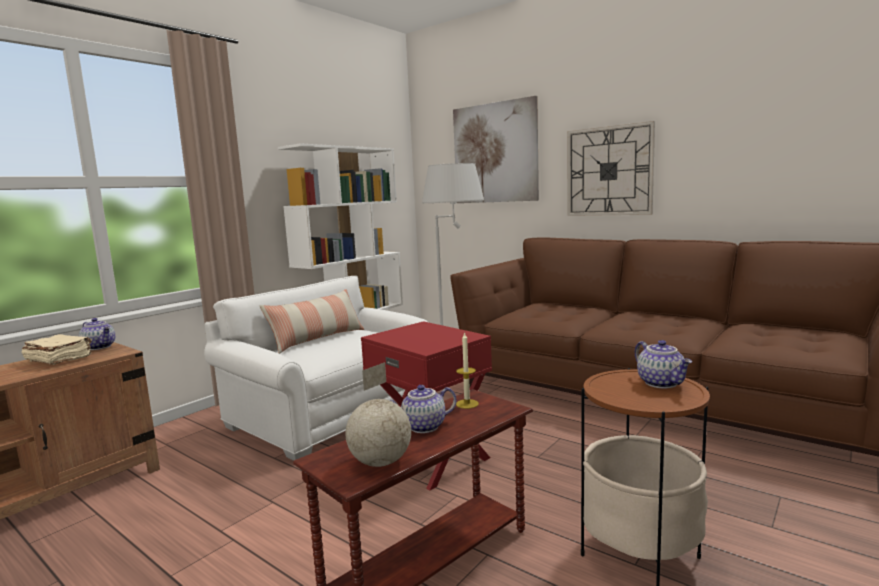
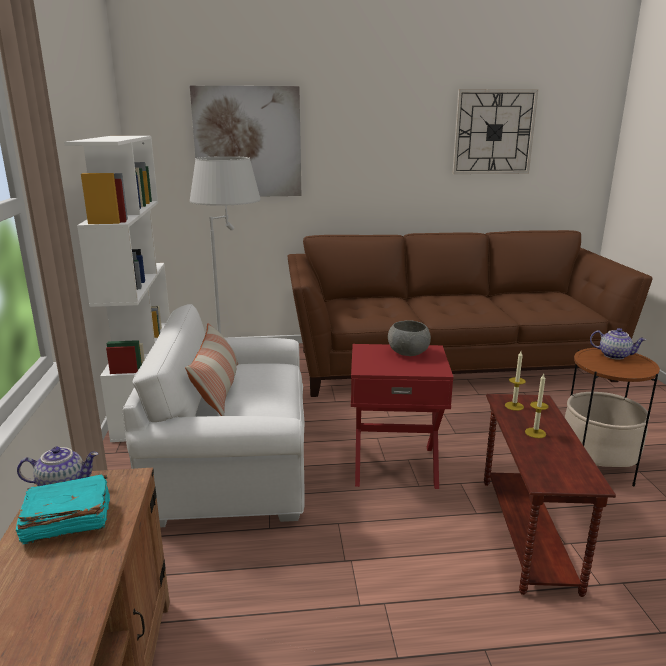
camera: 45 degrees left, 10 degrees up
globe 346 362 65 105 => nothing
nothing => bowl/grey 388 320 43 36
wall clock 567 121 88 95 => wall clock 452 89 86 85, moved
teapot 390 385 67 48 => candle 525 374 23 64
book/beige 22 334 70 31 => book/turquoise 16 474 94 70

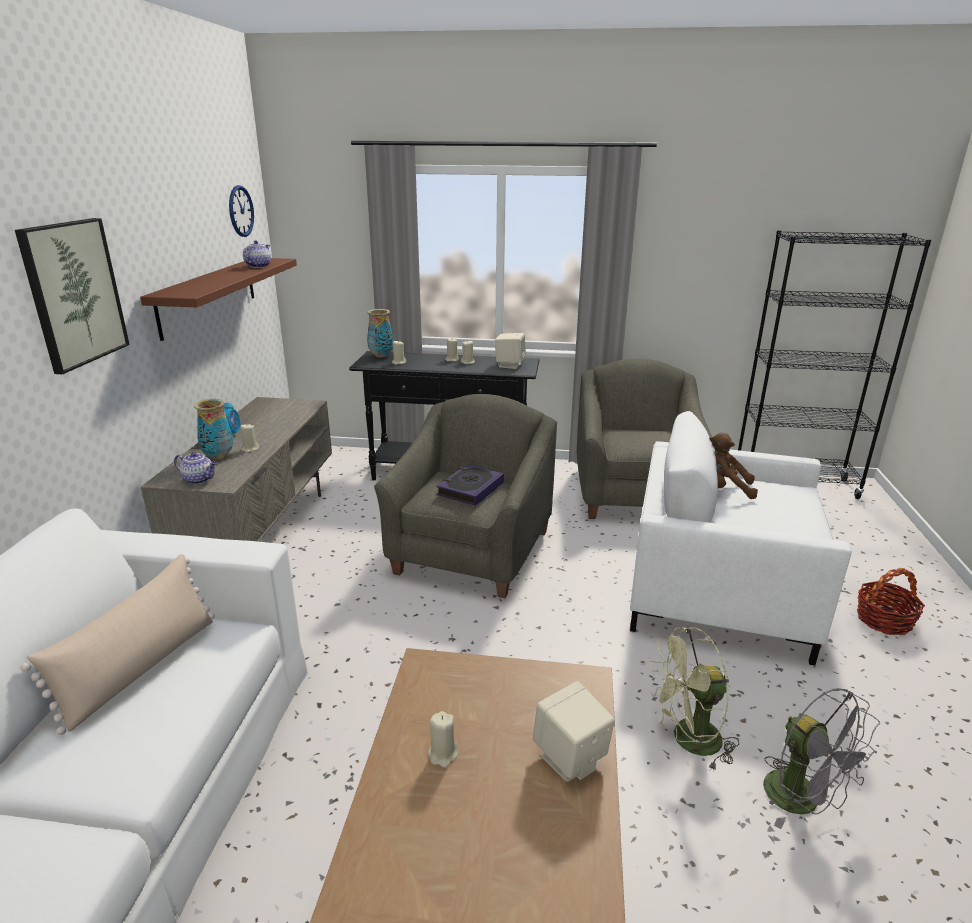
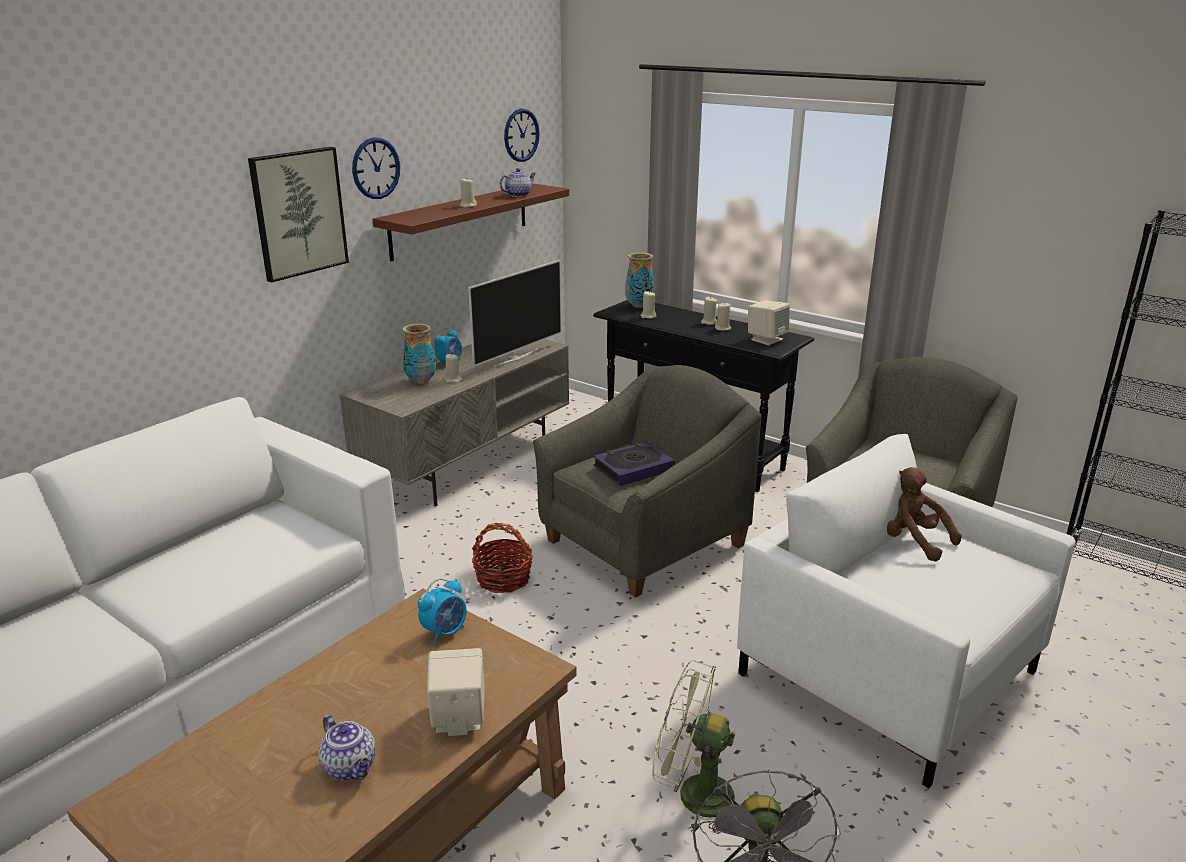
camera: 30 degrees right, 0 degrees up
pillow/beige 21 554 194 181 => nothing
nothing => wall clock 352 137 48 62
nothing => alarm clock 417 579 50 65
nothing => television 468 260 94 108
teapot 174 452 43 32 => teapot 318 715 58 65, moved
candle/beige 428 711 31 57 => candle/beige 460 177 17 31, moved
basket 857 568 68 67 => basket 472 523 61 70, moved

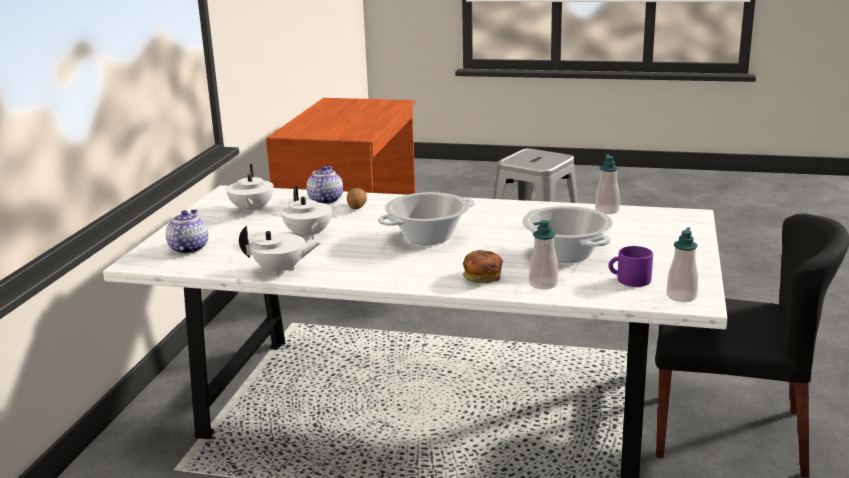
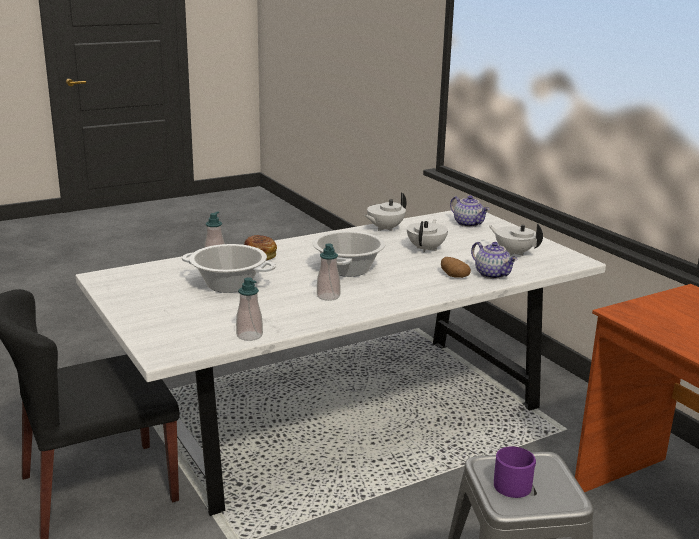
camera: 135 degrees right, 0 degrees up
mug/purple 609 246 44 41 => mug/purple 494 447 42 51, moved
soap dispenser 667 227 31 75 => soap dispenser 317 244 23 57, moved
teapot/white 281 186 51 53 => teapot/white 407 219 41 33, 90 degrees clockwise

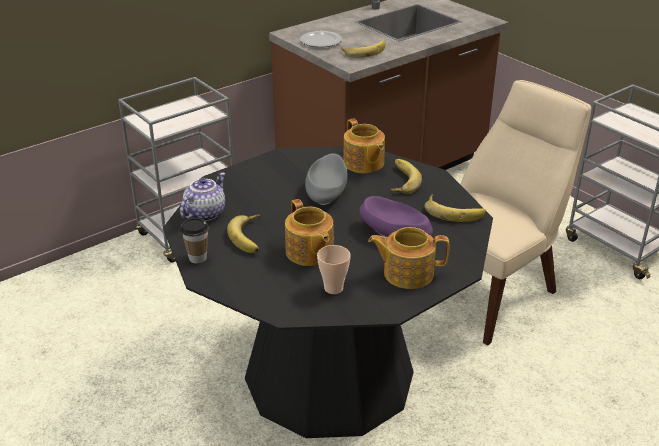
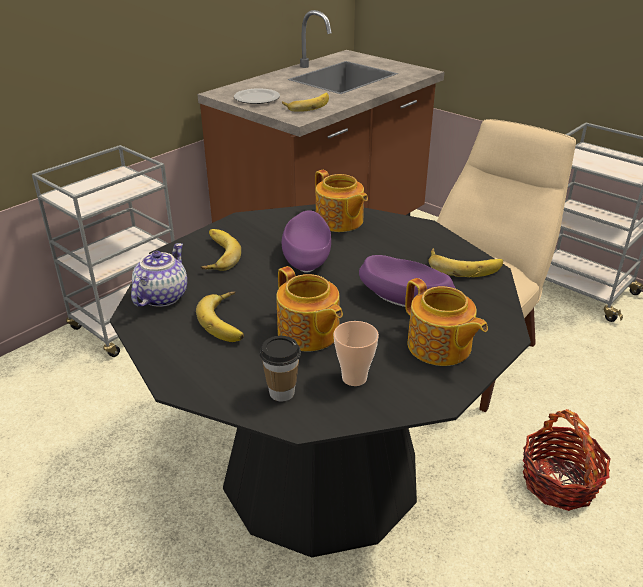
camera: 10 degrees left, 0 degrees up
nothing => basket 523 409 88 102
cup 180 217 29 47 => cup 260 336 41 66, moved
banana 390 159 32 35 => banana 201 229 40 42, moved
bowl/grey 305 153 43 52 => bowl/purple 282 210 49 63
teapot 368 227 82 62 => teapot 405 278 83 88, 120 degrees counterclockwise

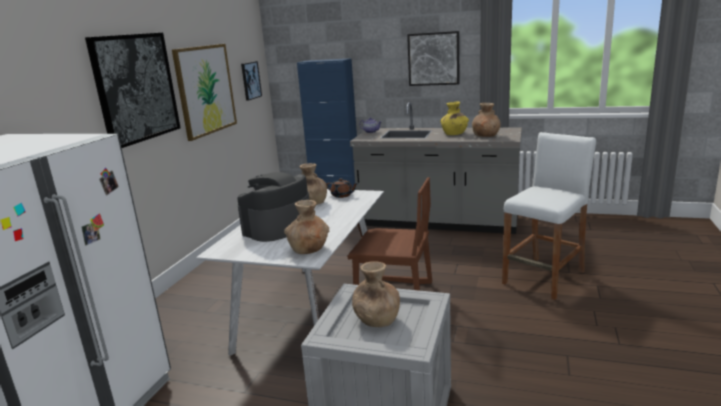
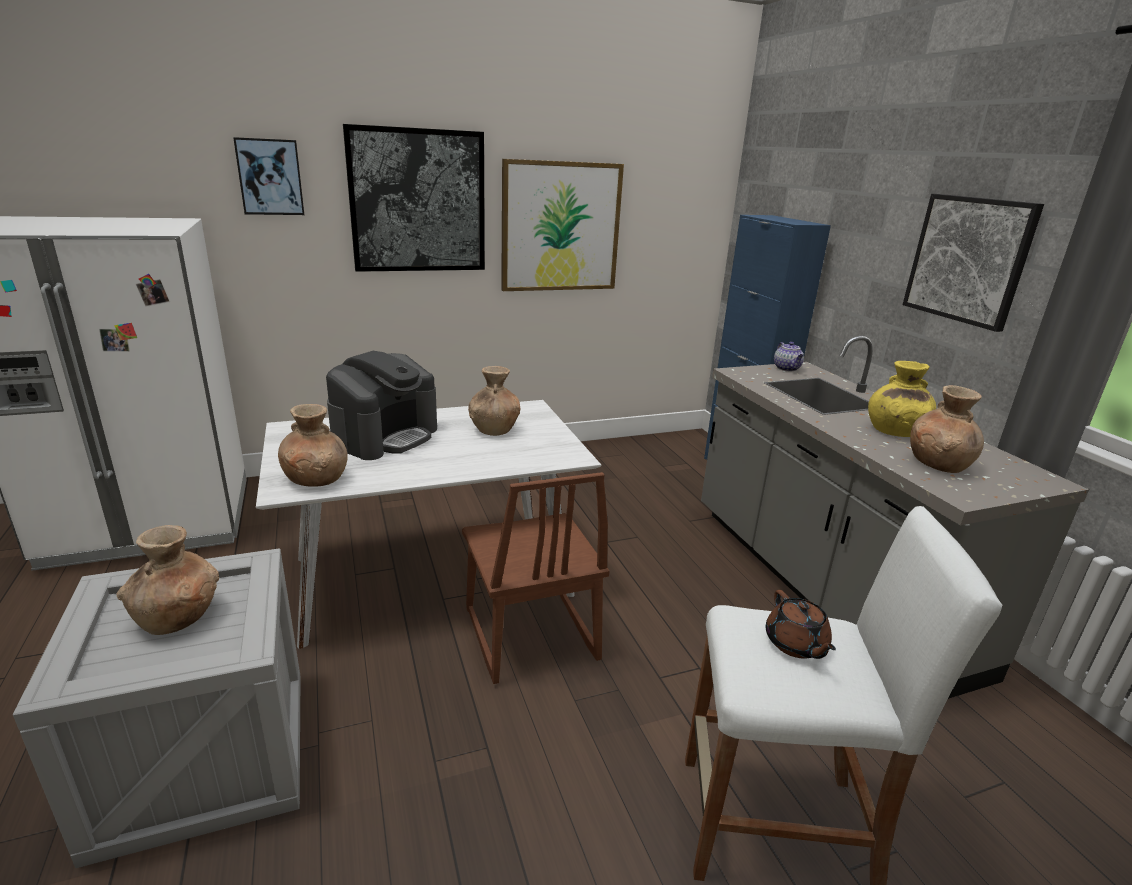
camera: 50 degrees right, 5 degrees up
picture 241 61 21 40 => picture 233 137 71 78, moved
teapot/brown 326 178 33 20 => teapot/brown 766 590 70 69, moved
coffee machine 237 172 72 70 => coffee machine 326 351 111 109, 120 degrees clockwise

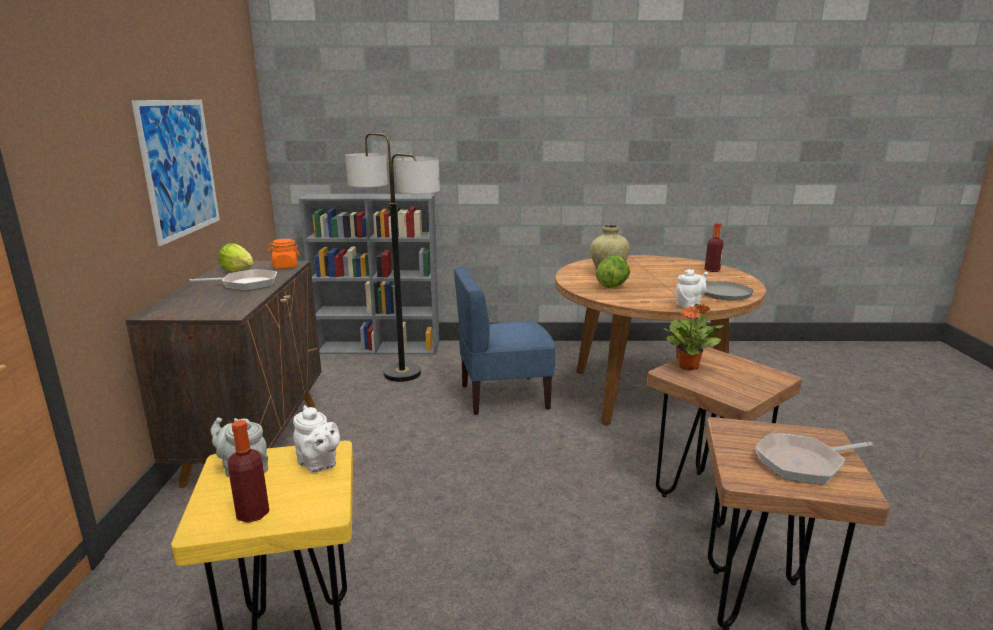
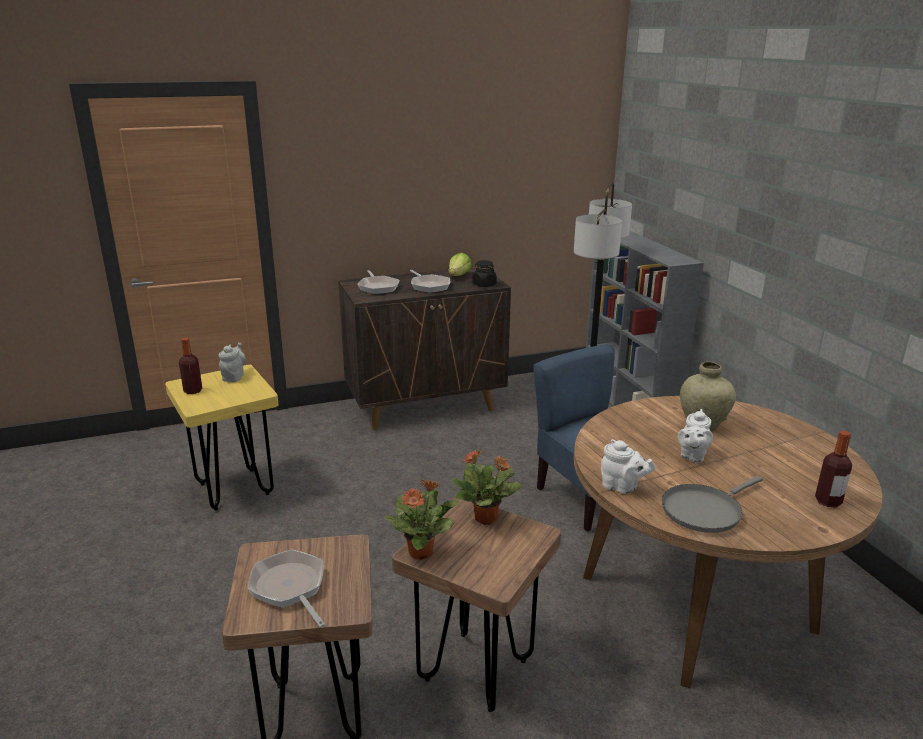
camera: 70 degrees right, 5 degrees up
picture 131 100 89 146 => nothing
lettuce 596 256 34 32 => nothing
nothing => frying pan 357 270 43 24
nothing => potted plant 384 479 74 81
teapot/white 293 405 47 67 => teapot/white 678 409 35 54, moved
jar/orange 267 239 33 30 => jar/black 472 260 25 27

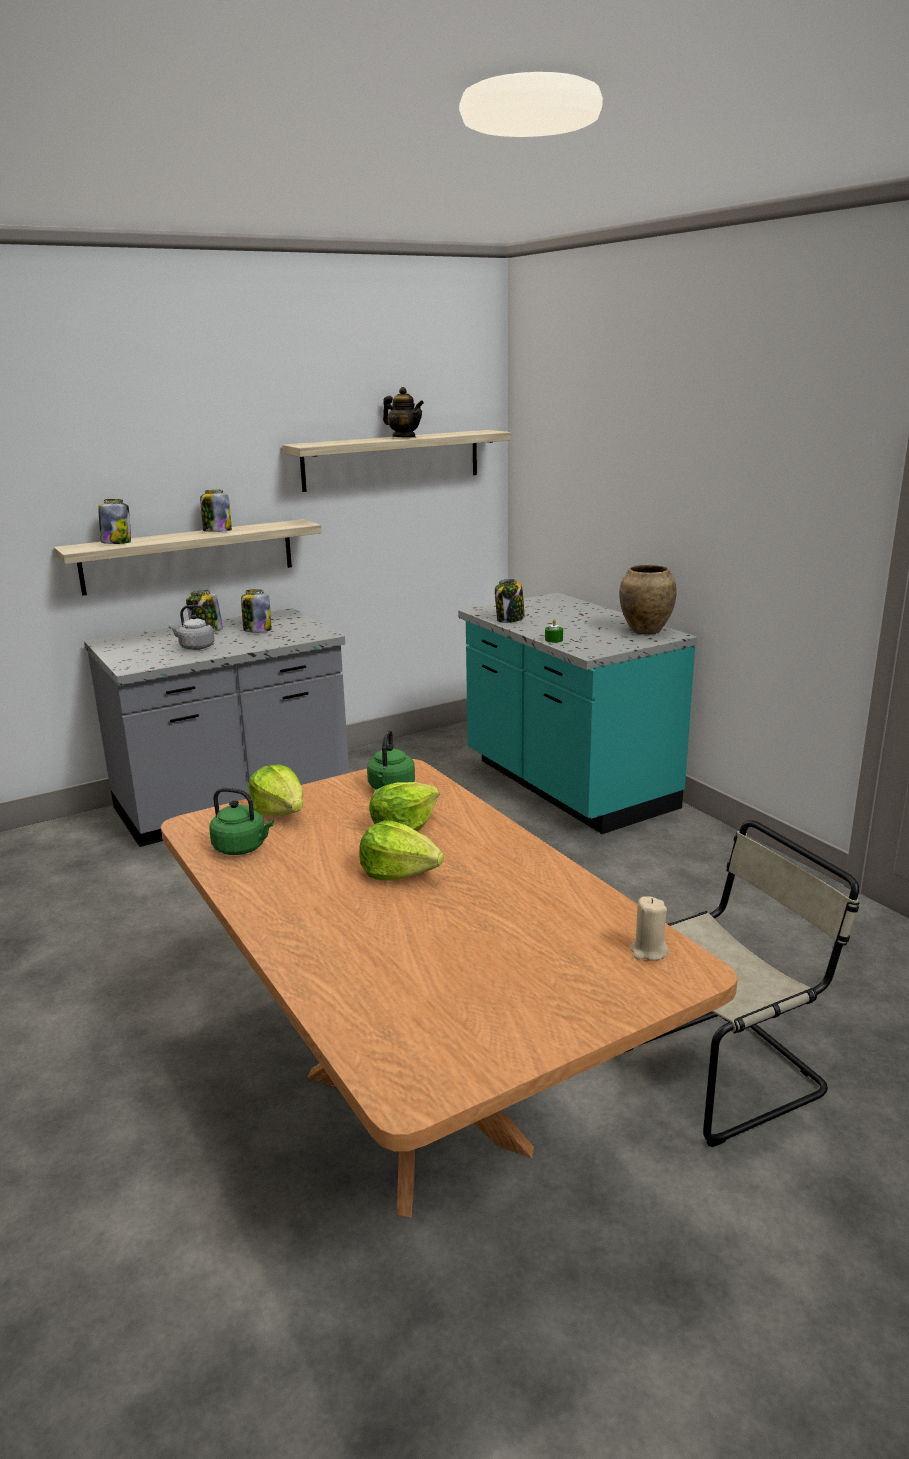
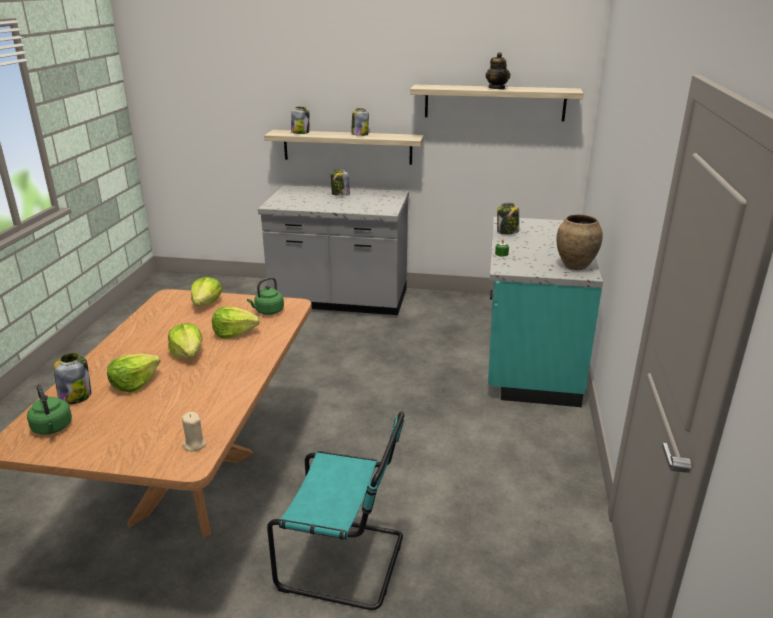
camera: 40 degrees right, 5 degrees up
kettle/grey 168 605 47 45 => nothing
nothing => lettuce 107 354 53 38
kettle/green 209 787 65 68 => kettle/green 27 384 45 51, moved
jar 241 589 31 43 => jar 54 353 37 51, moved
chair/beige 624 820 235 327 => chair/turquoise 267 411 138 199

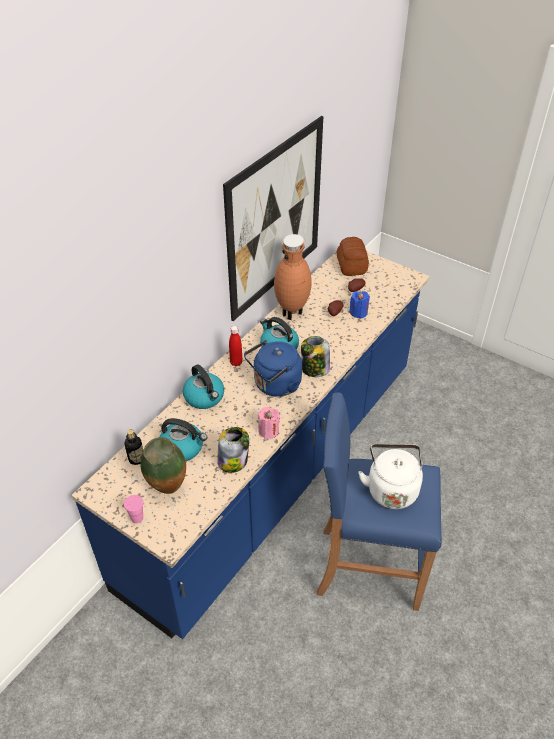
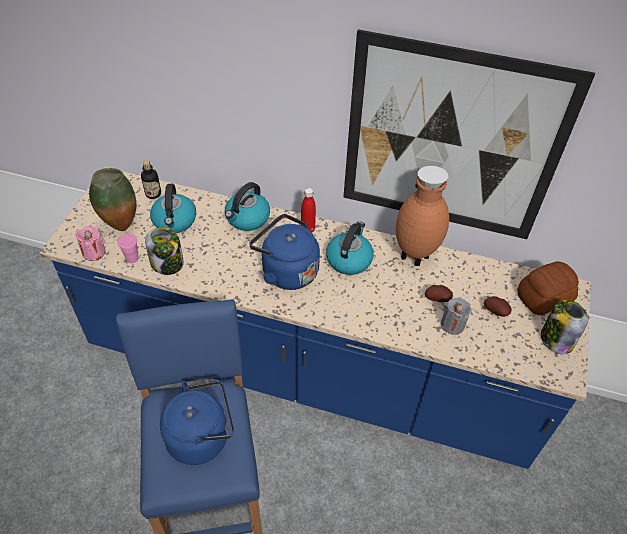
camera: 70 degrees right, 5 degrees up
cup/pink 124 495 19 28 => cup/pink 117 234 21 29, moved
candle/pink 258 407 22 32 => candle/pink 75 226 31 35, moved
jar 301 336 29 41 => jar 541 300 47 54, moved
candle/blue 349 291 21 28 => candle/grey 441 297 31 38
kettle/white 358 444 65 65 => kettle/blue 160 381 74 84

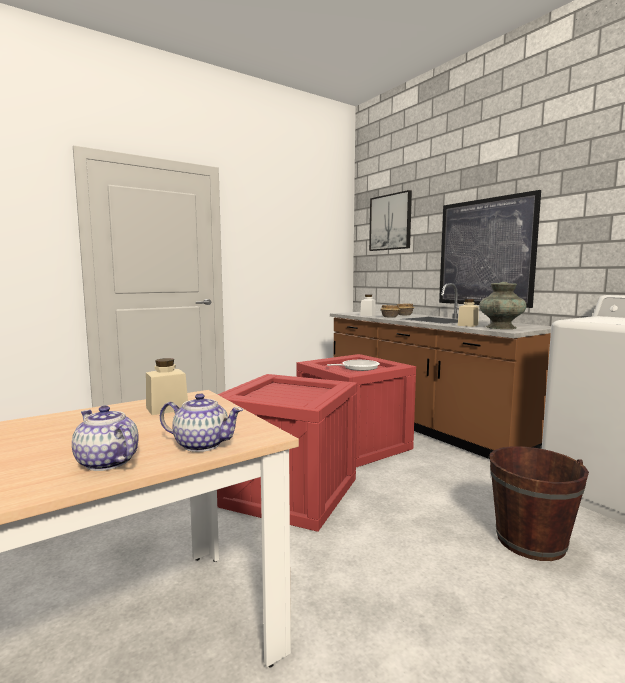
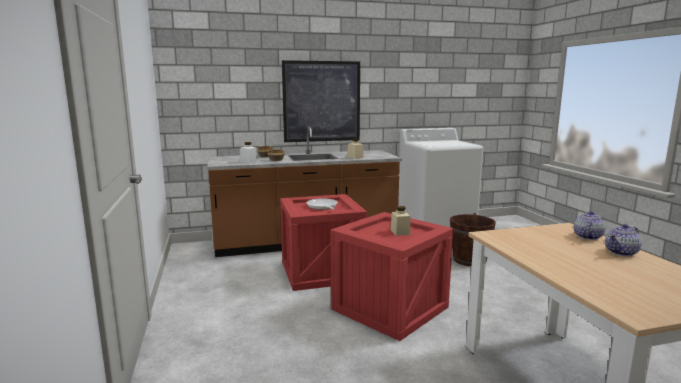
camera: 70 degrees left, 5 degrees up
picture 369 190 43 61 => nothing
vase/turquoise 479 282 47 47 => nothing
jar/beige 146 358 42 57 => jar/beige 391 206 20 30, moved

